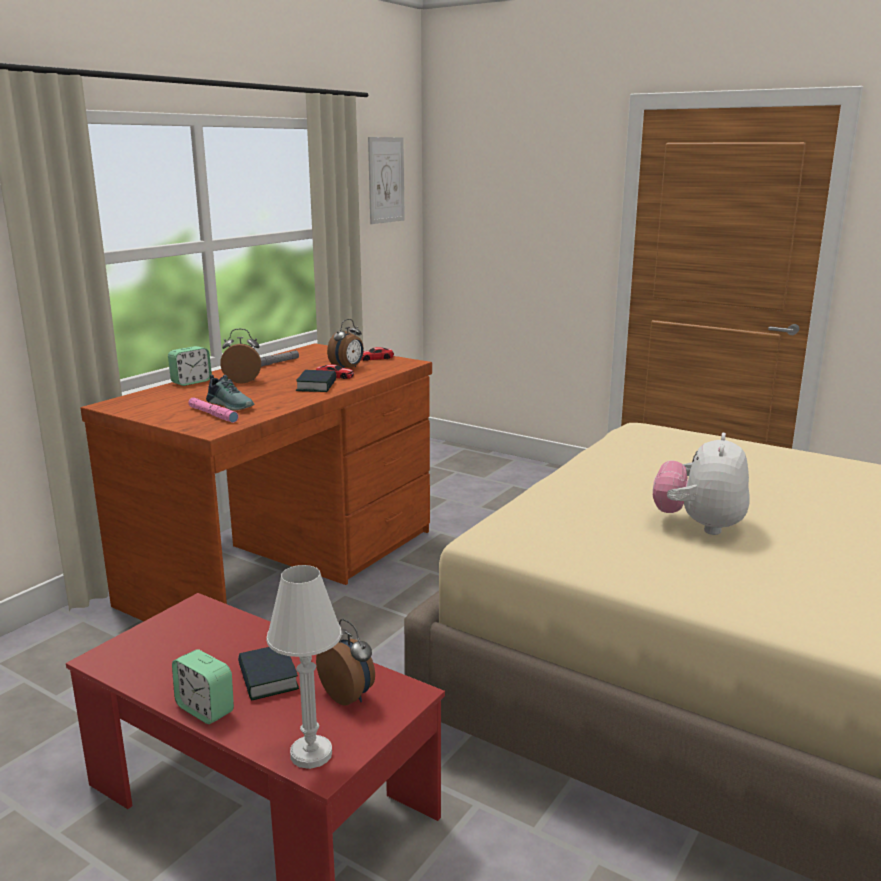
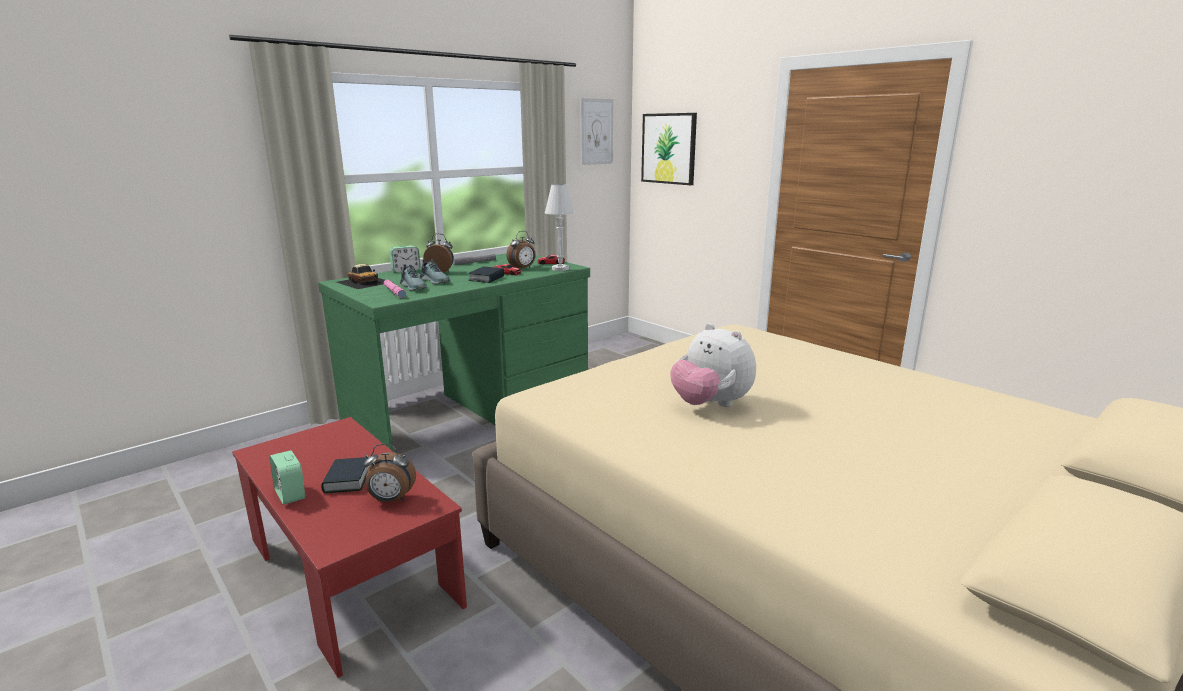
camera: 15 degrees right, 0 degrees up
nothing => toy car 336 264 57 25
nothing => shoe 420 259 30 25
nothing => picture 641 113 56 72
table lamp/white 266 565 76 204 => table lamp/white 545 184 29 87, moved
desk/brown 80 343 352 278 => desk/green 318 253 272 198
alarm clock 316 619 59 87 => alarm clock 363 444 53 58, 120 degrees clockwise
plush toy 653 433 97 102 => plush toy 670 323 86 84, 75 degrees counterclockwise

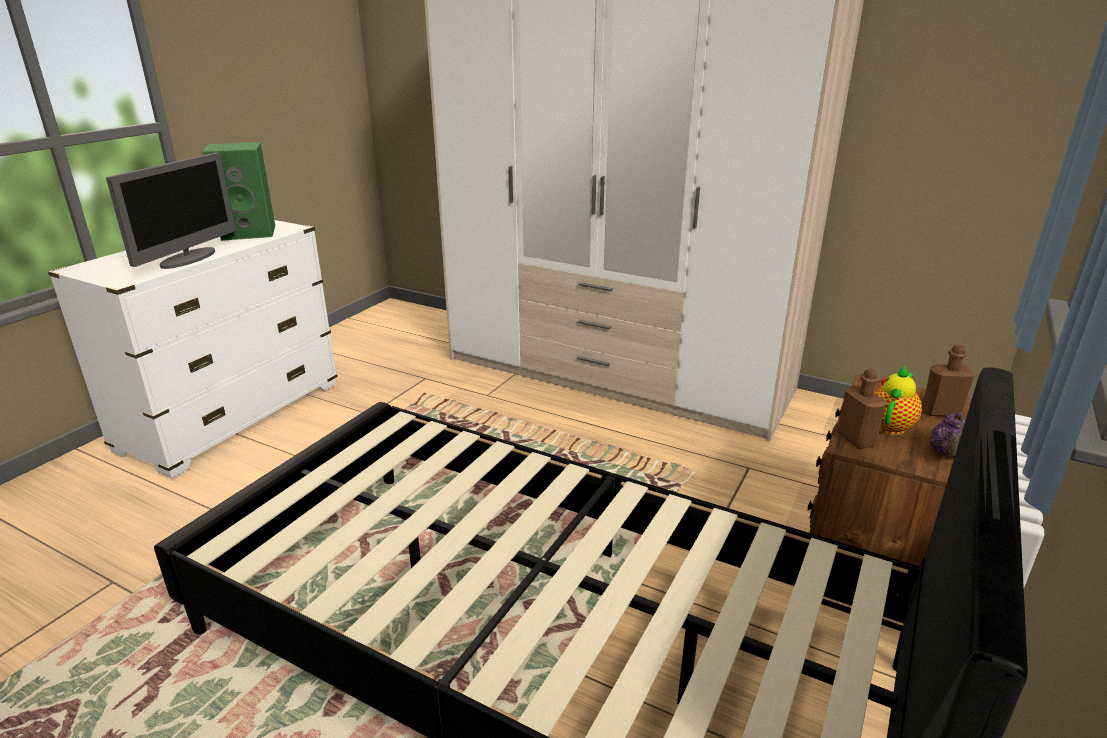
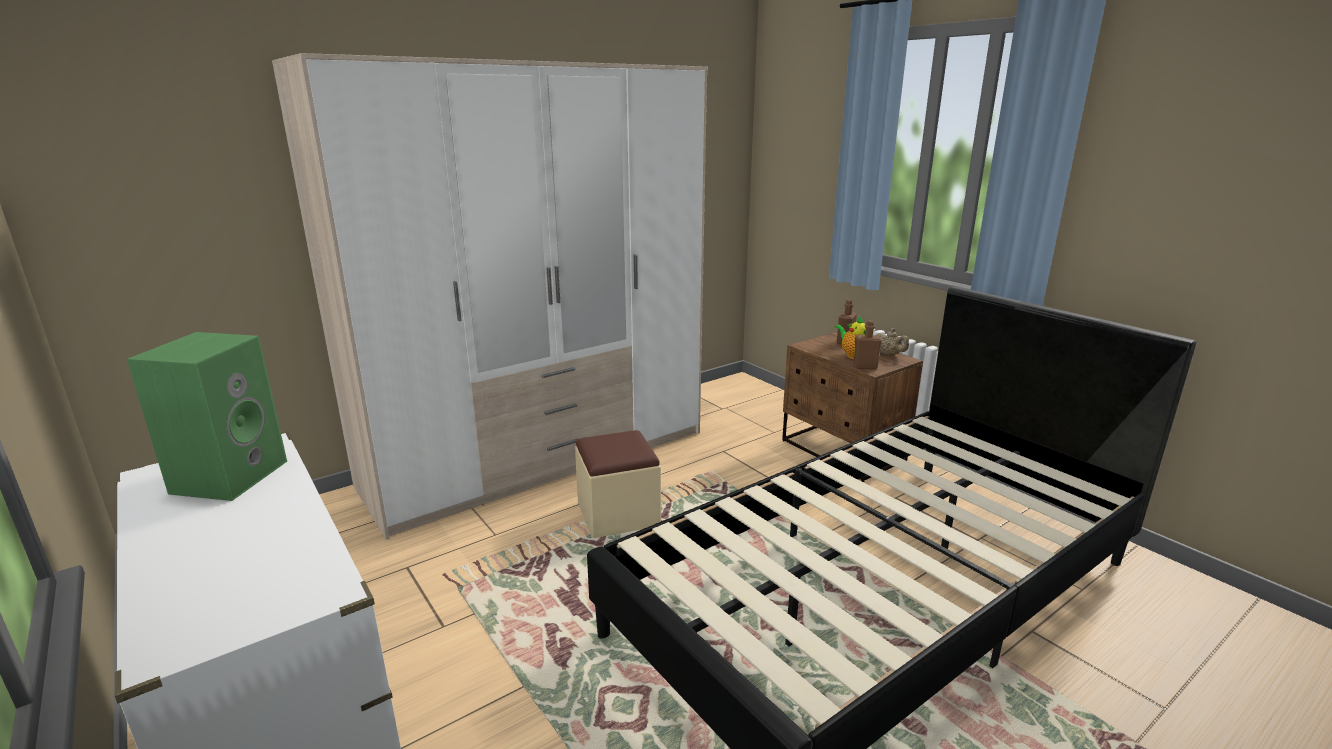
camera: 65 degrees left, 5 degrees down
monitor 106 152 130 117 => nothing
nothing => ottoman/beige 575 430 86 108
teapot/purple 930 412 35 46 => teapot/beige 876 328 33 27

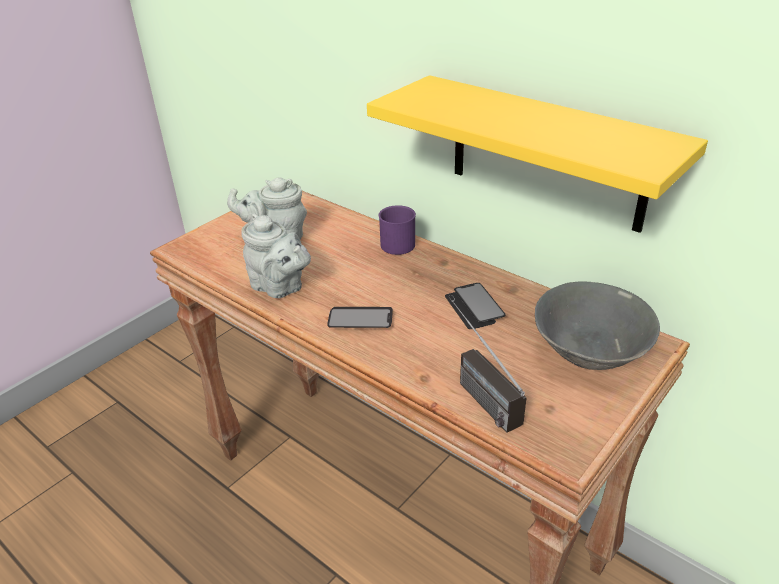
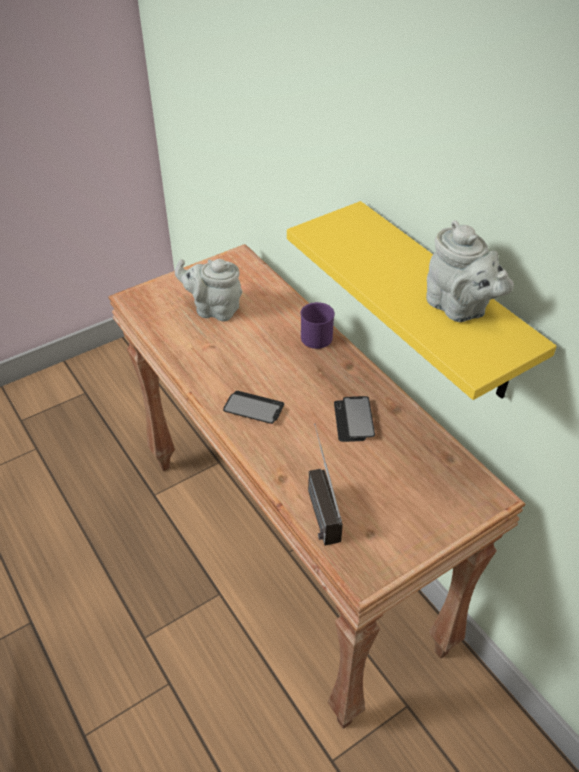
camera: 15 degrees right, 10 degrees up
bowl/grey 535 281 125 89 => nothing
teapot/grey 241 213 70 85 => teapot/grey 426 220 88 102, moved

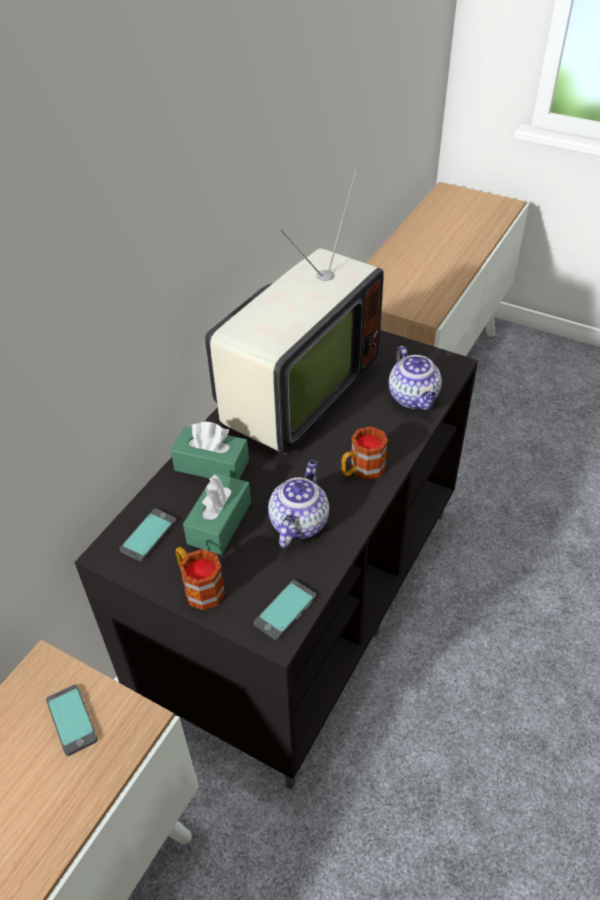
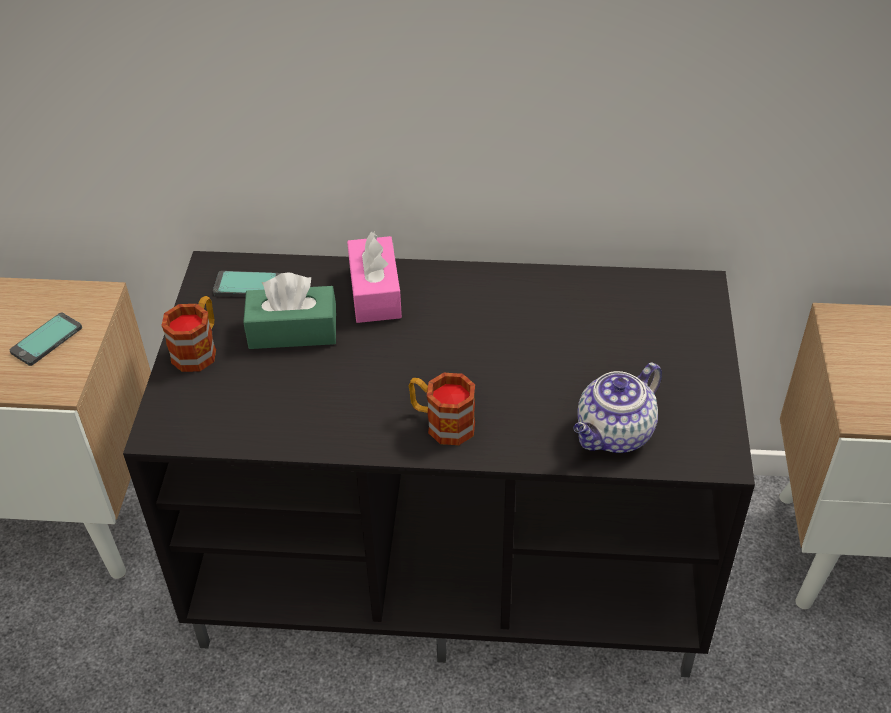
camera: 65 degrees right, 0 degrees up
television 205 167 179 288 => nothing
phone 254 580 62 60 => nothing
teapot 268 460 61 88 => nothing
tissue box/green 171 421 78 59 => tissue box/pink 347 231 55 92

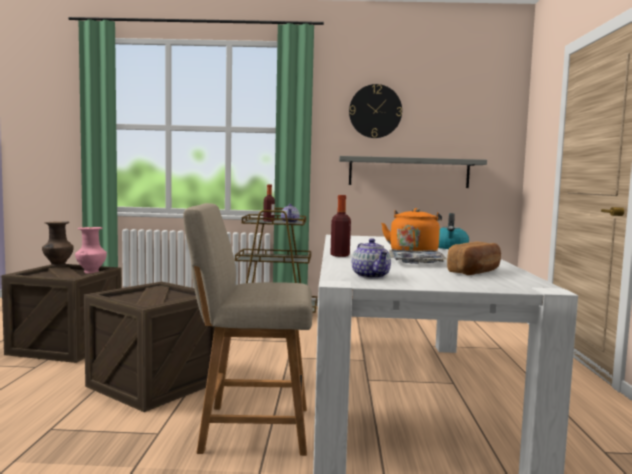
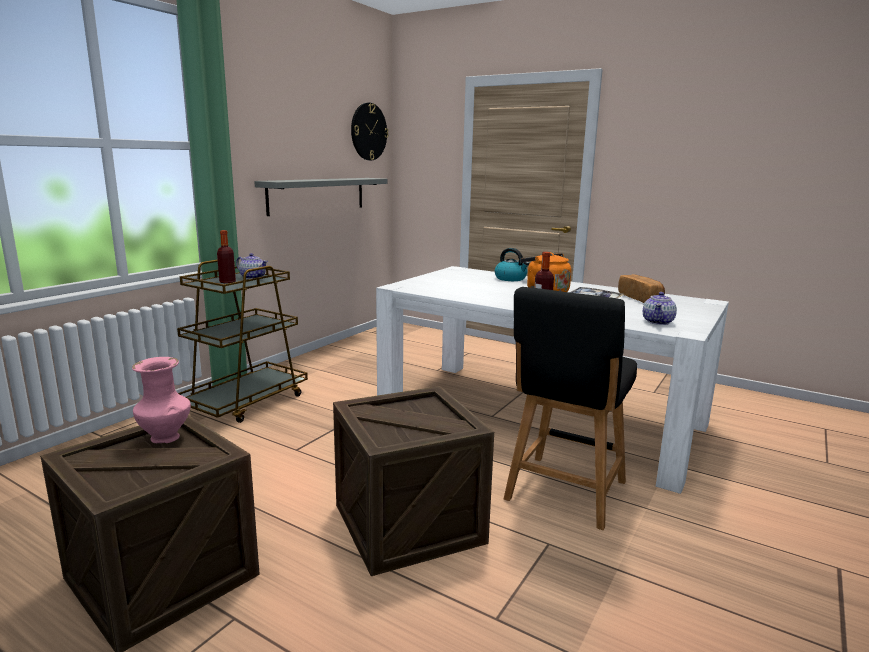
camera: 60 degrees left, 10 degrees up
vase/brown 42 221 32 46 => nothing
wall clock 349 84 53 54 => wall clock 351 103 37 57, moved
chair/beige 183 203 130 253 => chair/black 503 287 134 243
teapot 352 238 39 41 => teapot 643 292 34 33, 105 degrees clockwise

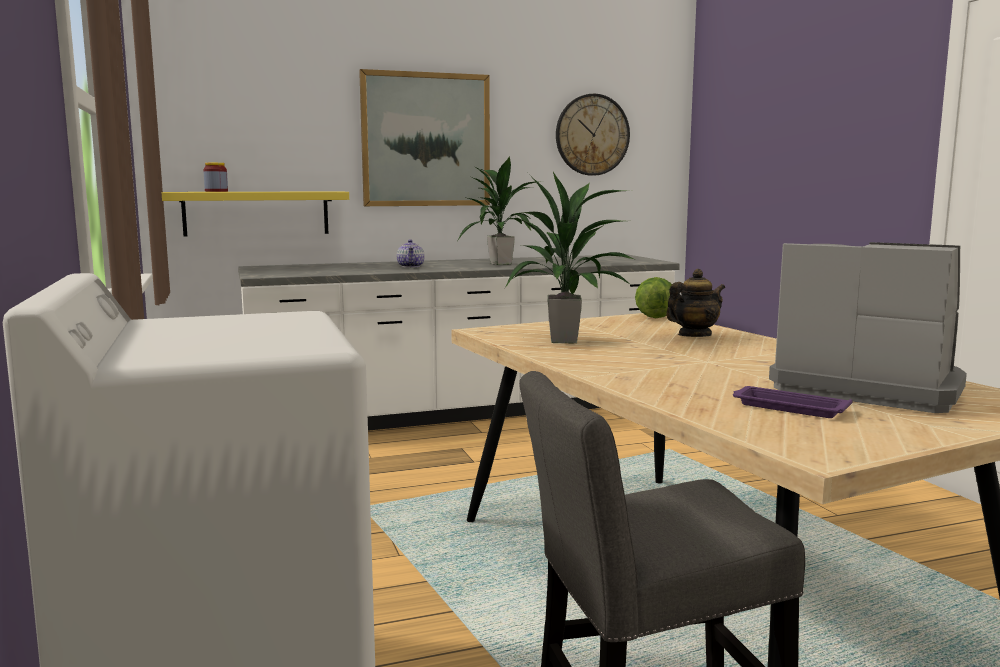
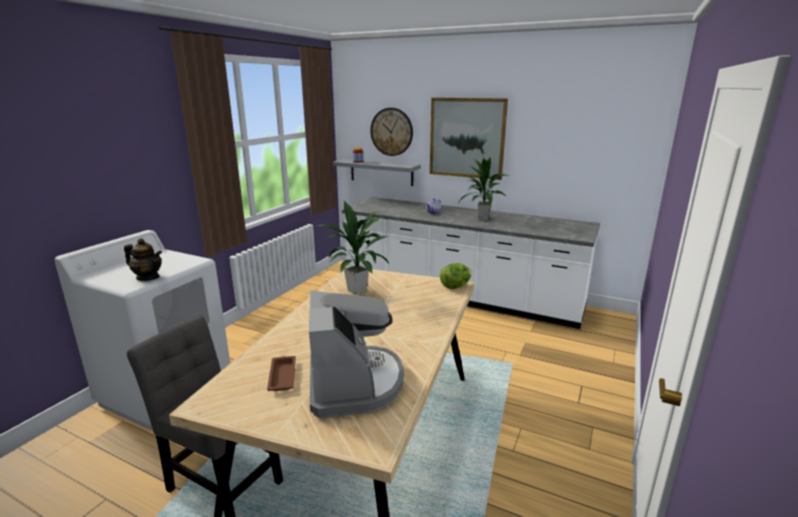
camera: 45 degrees right, 10 degrees up
wall clock 556 94 74 82 => wall clock 370 108 43 48, moved
teapot 666 269 59 68 => teapot 124 238 38 43, moved
shelf/yellow 161 191 188 45 => shelf/grey 333 159 88 27
tray/purple 733 386 119 32 => tray/brown 267 356 29 35

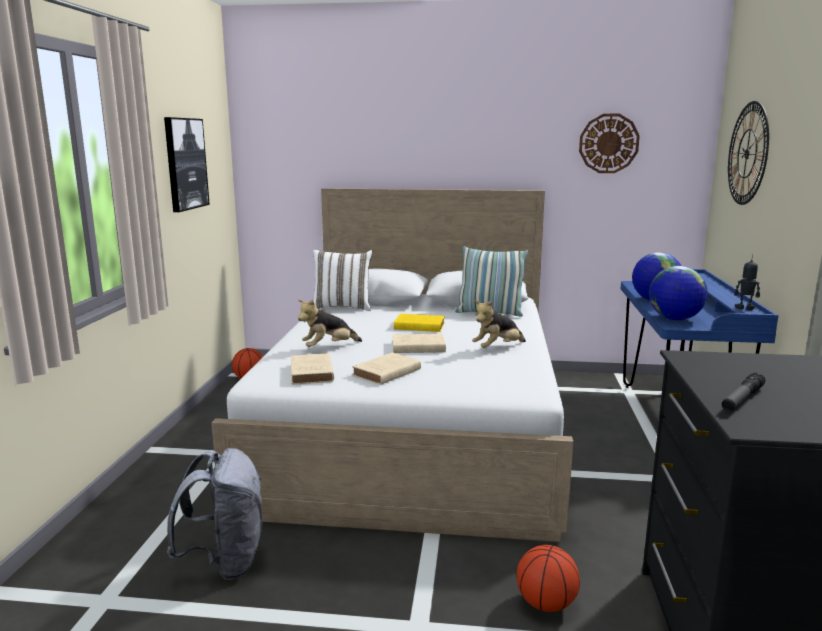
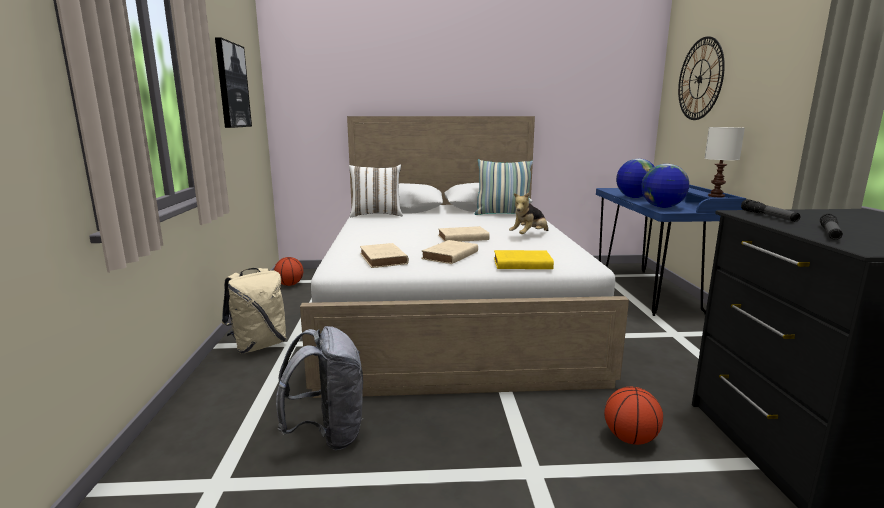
camera: 10 degrees left, 0 degrees up
plush toy 298 300 64 47 => nothing
wall clock 579 114 61 59 => nothing
nothing => backpack/beige 222 268 65 86
nothing => flashlight 741 199 59 23
book/yellow 394 314 51 18 => book/yellow 494 250 60 19, moved
toy robot 734 254 26 56 => table lamp/white 705 127 40 70

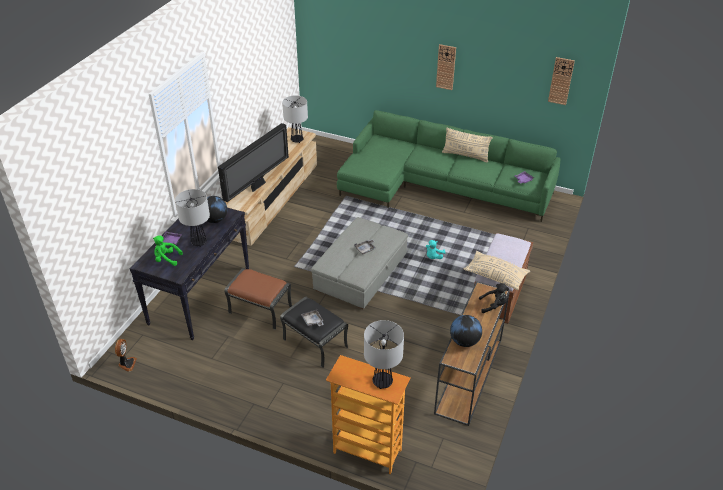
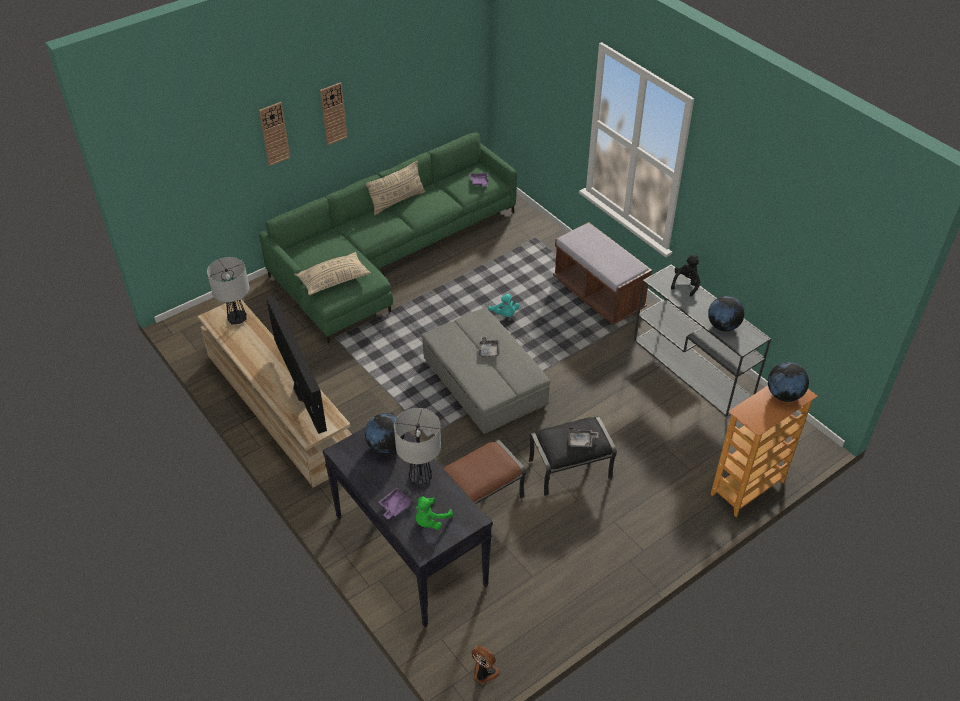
camera: 60 degrees left, 5 degrees up
pillow/beige 464 251 66 39 => pillow/beige 294 252 77 43, moved
wall clock 548 57 27 48 => wall clock 259 102 31 64, moved
table lamp 364 320 40 69 => globe 768 362 41 40
console table/brown 434 281 76 145 => console table/grey 634 264 137 153

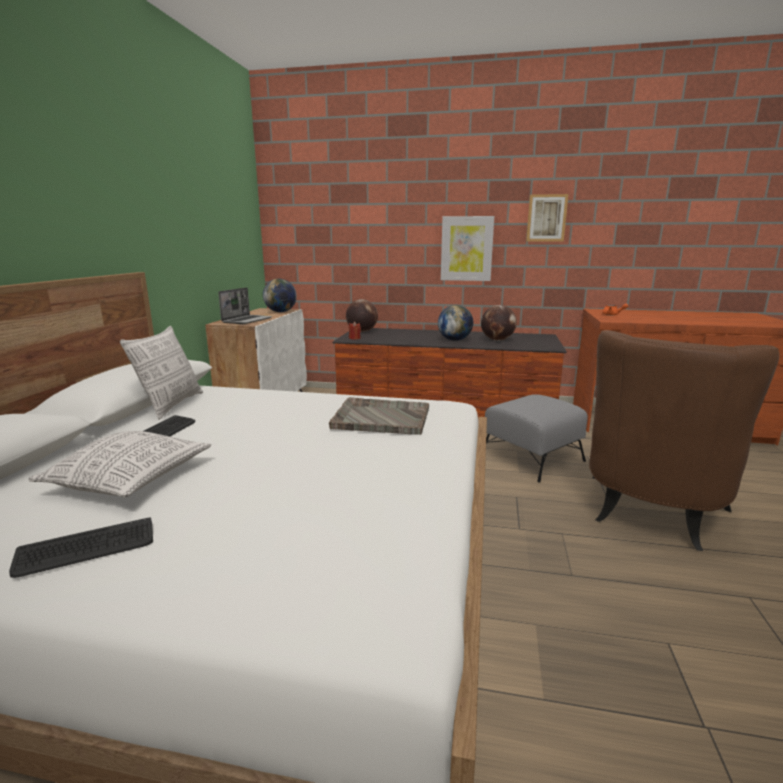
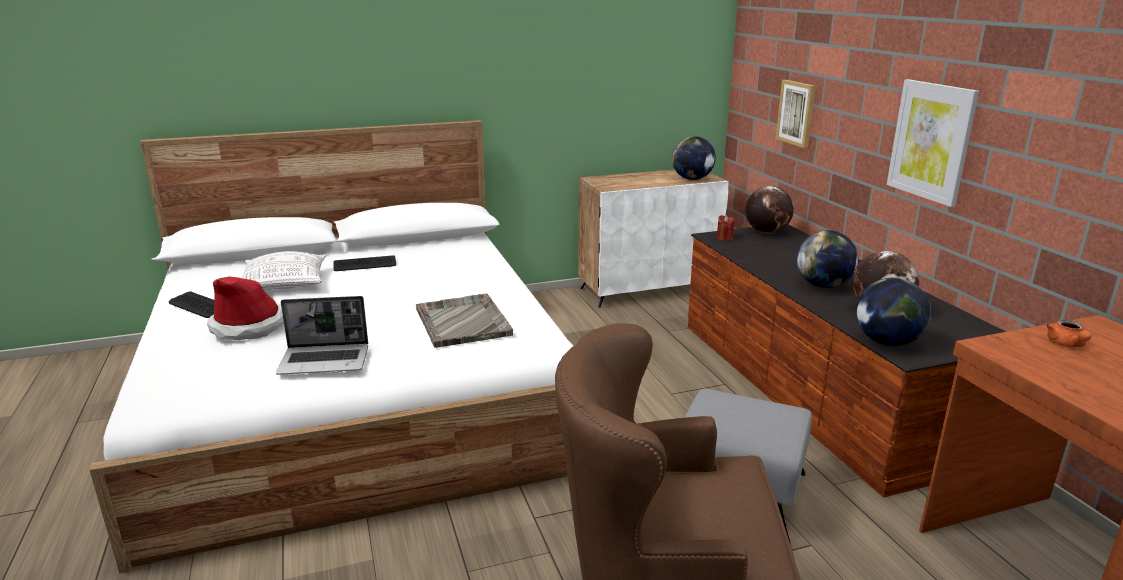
camera: 60 degrees right, 5 degrees up
pillow 120 326 83 94 => nothing
nothing => hat 207 277 77 63
nothing => globe 856 278 75 68
laptop 218 287 54 37 => laptop 276 296 92 79, moved
picture 526 194 43 47 => picture 776 80 40 68, moved

